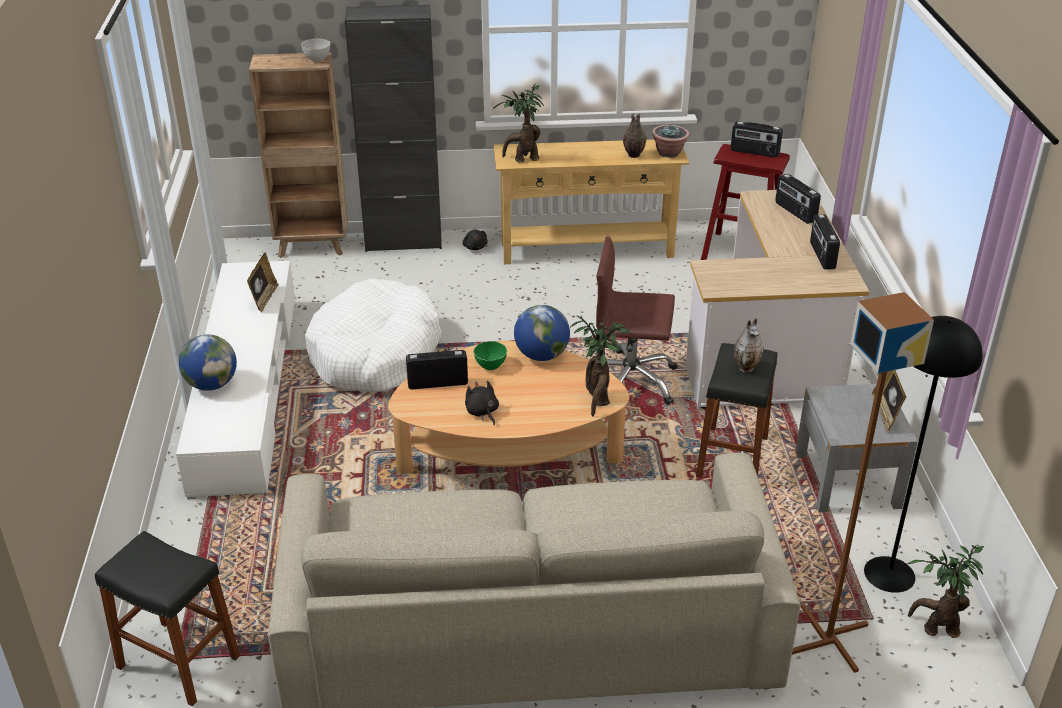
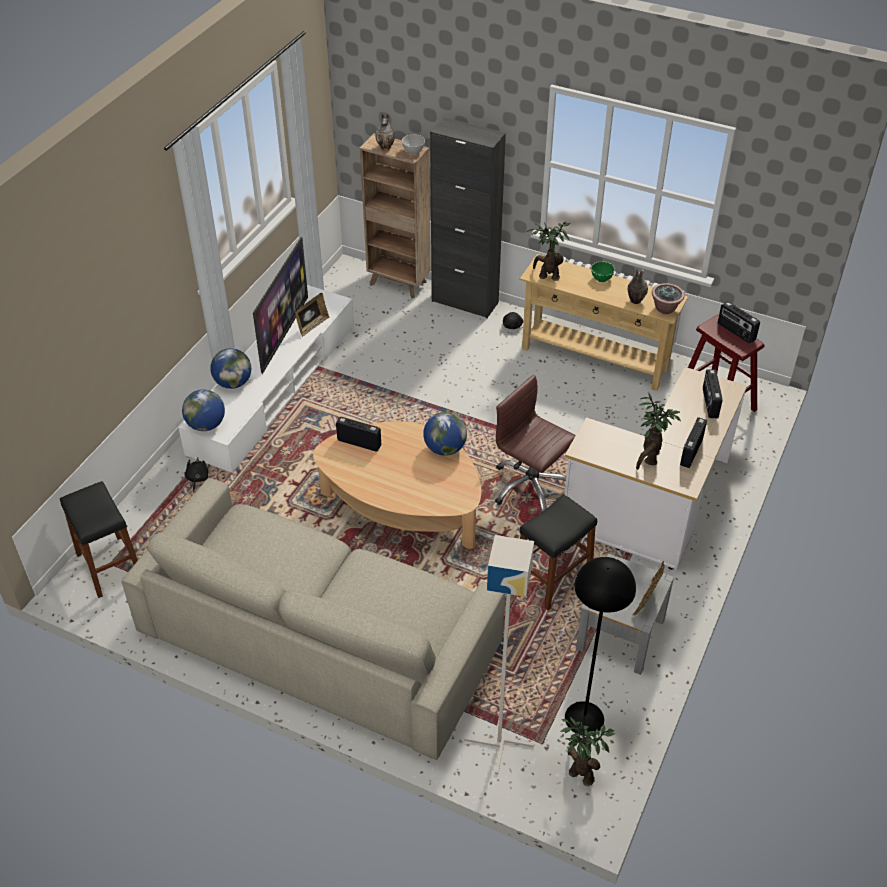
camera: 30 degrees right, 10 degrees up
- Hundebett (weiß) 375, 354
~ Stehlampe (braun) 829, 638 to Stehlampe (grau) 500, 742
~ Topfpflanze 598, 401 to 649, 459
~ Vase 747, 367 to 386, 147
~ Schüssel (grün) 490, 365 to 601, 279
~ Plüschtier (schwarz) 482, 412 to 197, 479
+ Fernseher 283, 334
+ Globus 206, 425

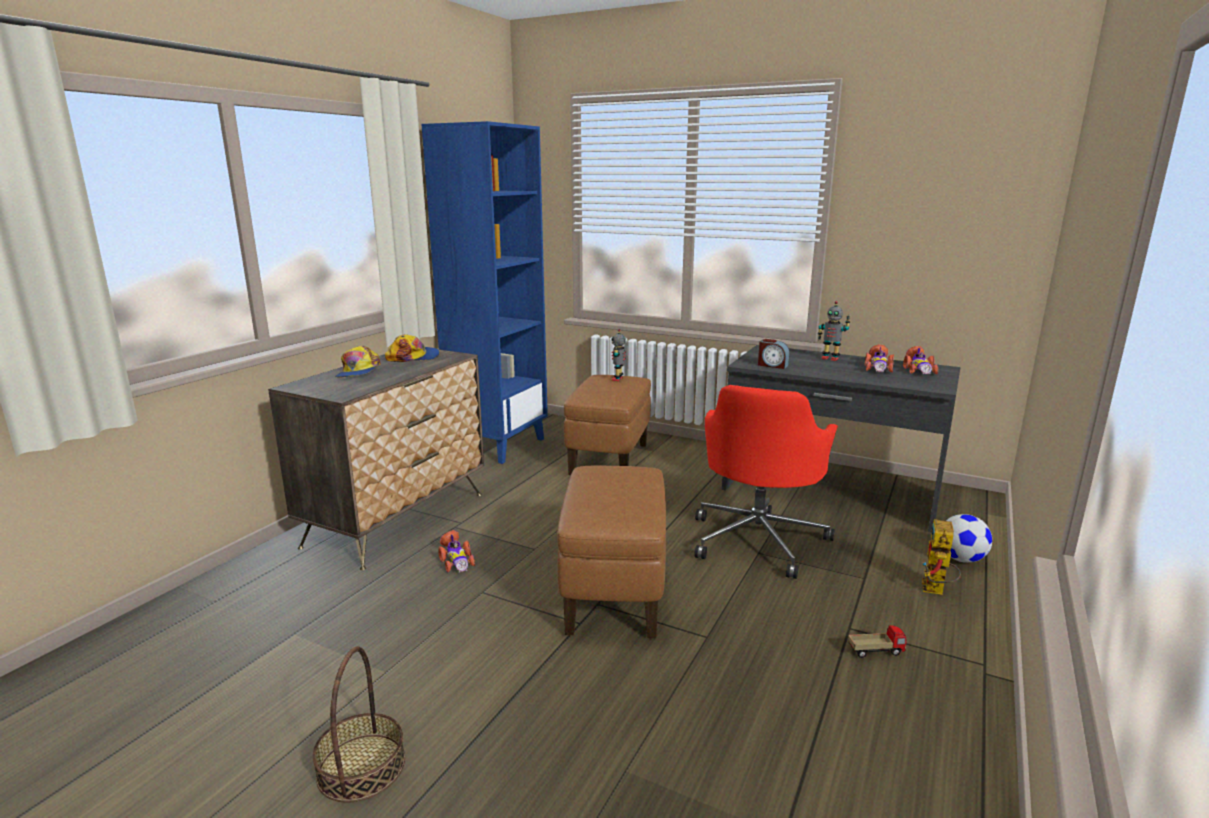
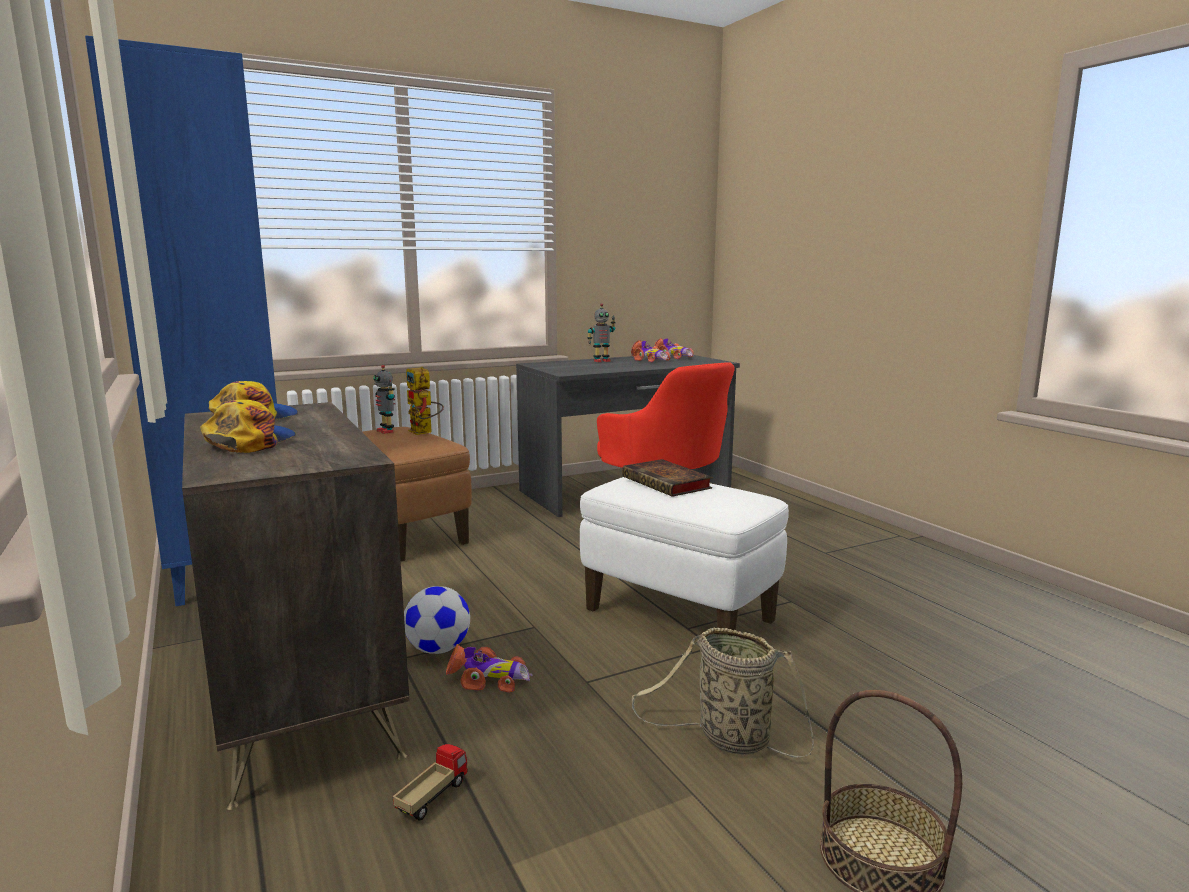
camera: 55 degrees left, 5 degrees down
- Wecker 772, 365
~ Kappe 358, 372 = 249, 442 120 degrees counterclockwise
~ Polsterhocker (braun) 614, 594 to Polsterhocker (weiß) 680, 616
~ Fußball 961, 559 to 438, 649
~ Spielzeugroboter 935, 591 to 425, 432
~ Spielzeuglaster 876, 651 to 432, 797
+ Buch 668, 483
+ Korb 728, 739

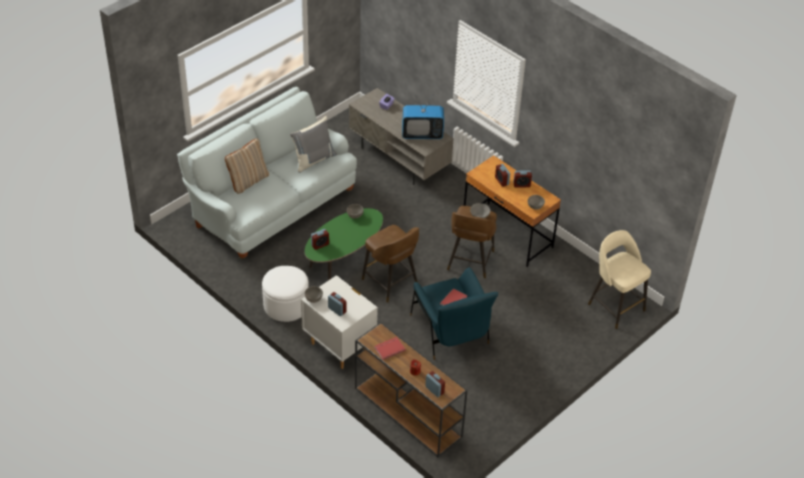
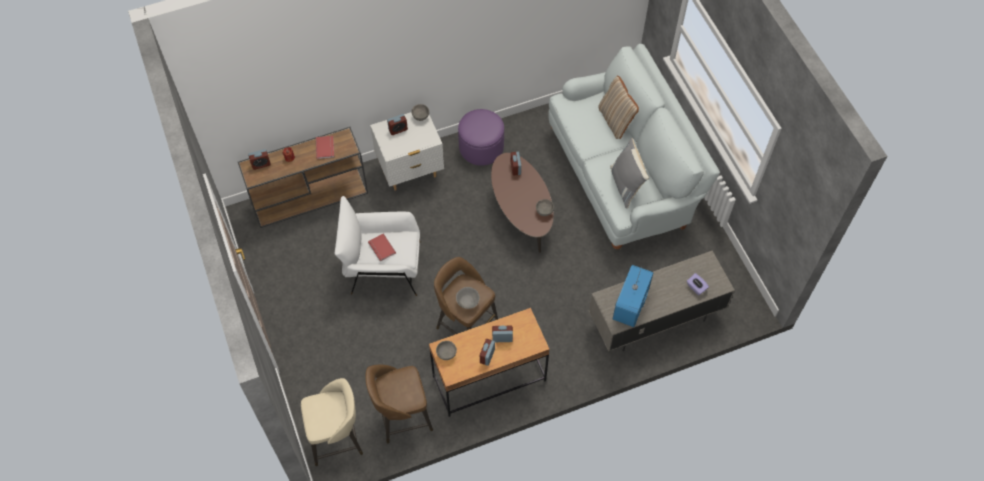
camera: 115 degrees right, 15 degrees up
~ Couchtisch (grün) 344, 258 to Couchtisch (braun) 521, 213
~ Hocker (braun) 391, 283 to 402, 416
~ Polsterhocker (weiß) 286, 305 to Polsterhocker (lila) 481, 147
~ Sessel (blau) 450, 331 to Sessel (weiß) 382, 267

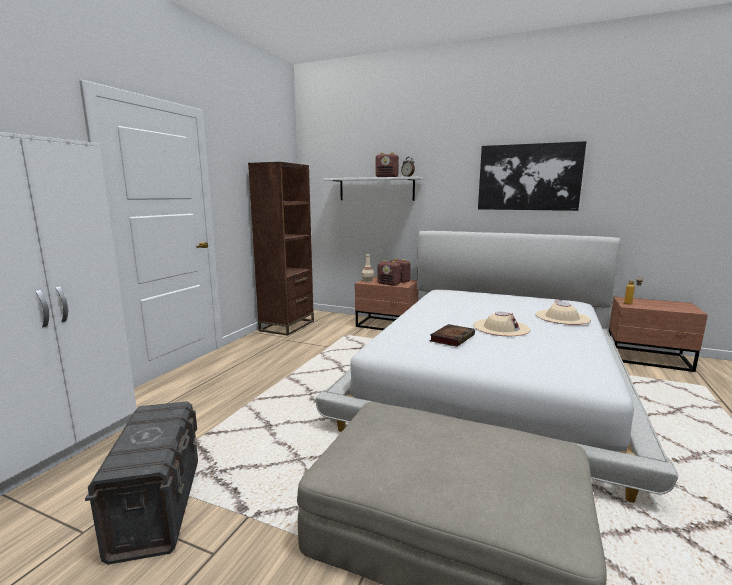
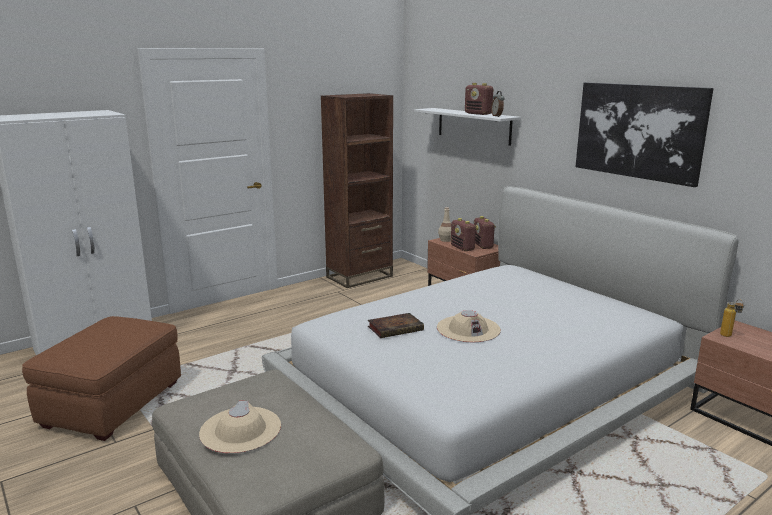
camera: 30 degrees right, 5 degrees up
~ Hut (beige) 562, 317 to 240, 430
~ Aufbewahrungsbox (grau) 158, 506 to Polsterhocker (braun) 114, 403

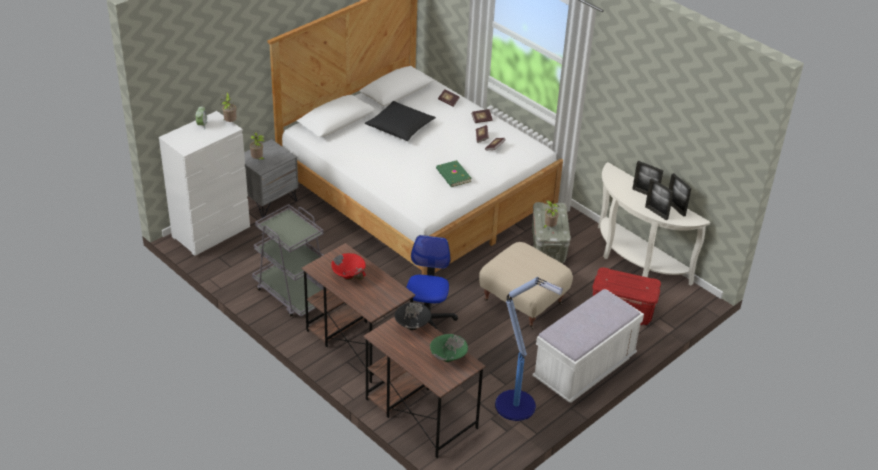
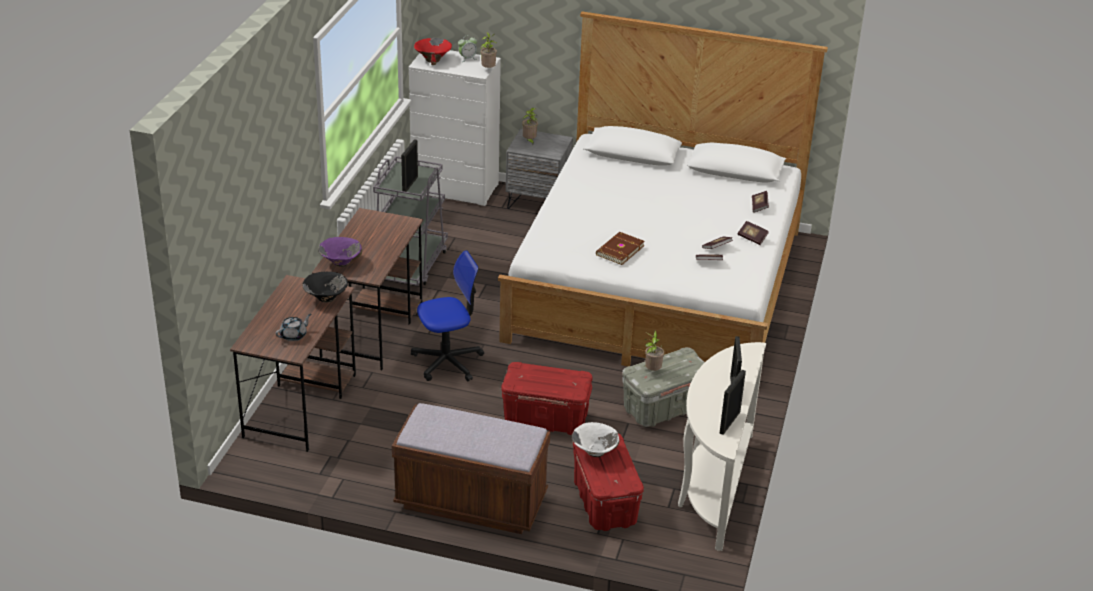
camera: 60 degrees right, 5 degrees down
- Kissen (schwarz) 400, 127
~ Buch (grün) 453, 175 to Buch (braun) 619, 250
~ Bilderrahmen 656, 213 to 410, 184
~ Polsterhocker (beige) 523, 302 to Aufbewahrungsbox (rot) 545, 419
~ Schüssel (rot) 348, 275 to 433, 60
- Stehlampe 517, 406
~ Bank (weiß) 584, 368 to Bank (braun) 471, 502
~ Schüssel (grün) 448, 358 to Teekanne (grau) 294, 335
+ Schüssel (lila) 341, 263
+ Schüssel (weiß) 595, 452

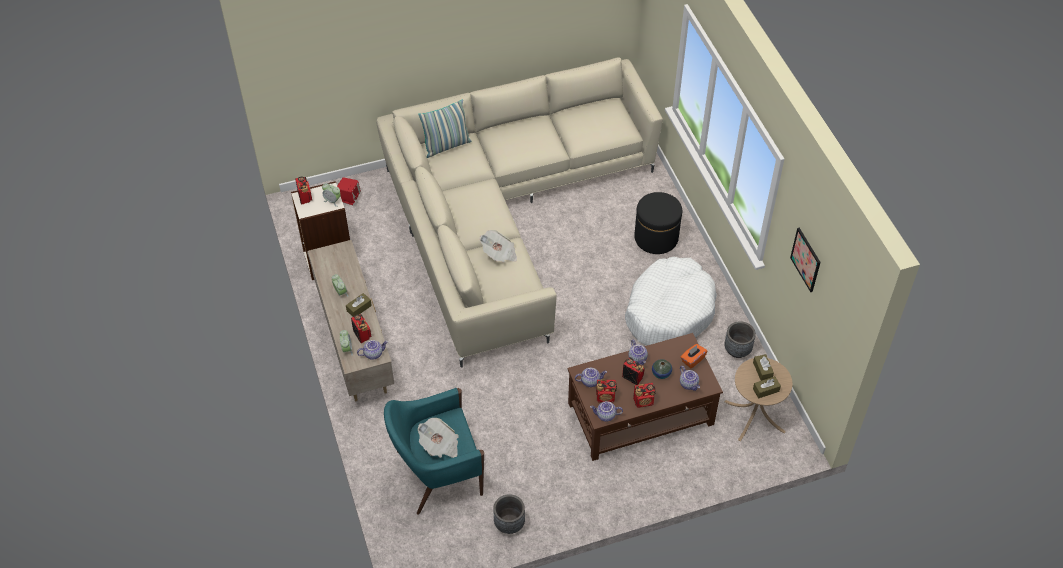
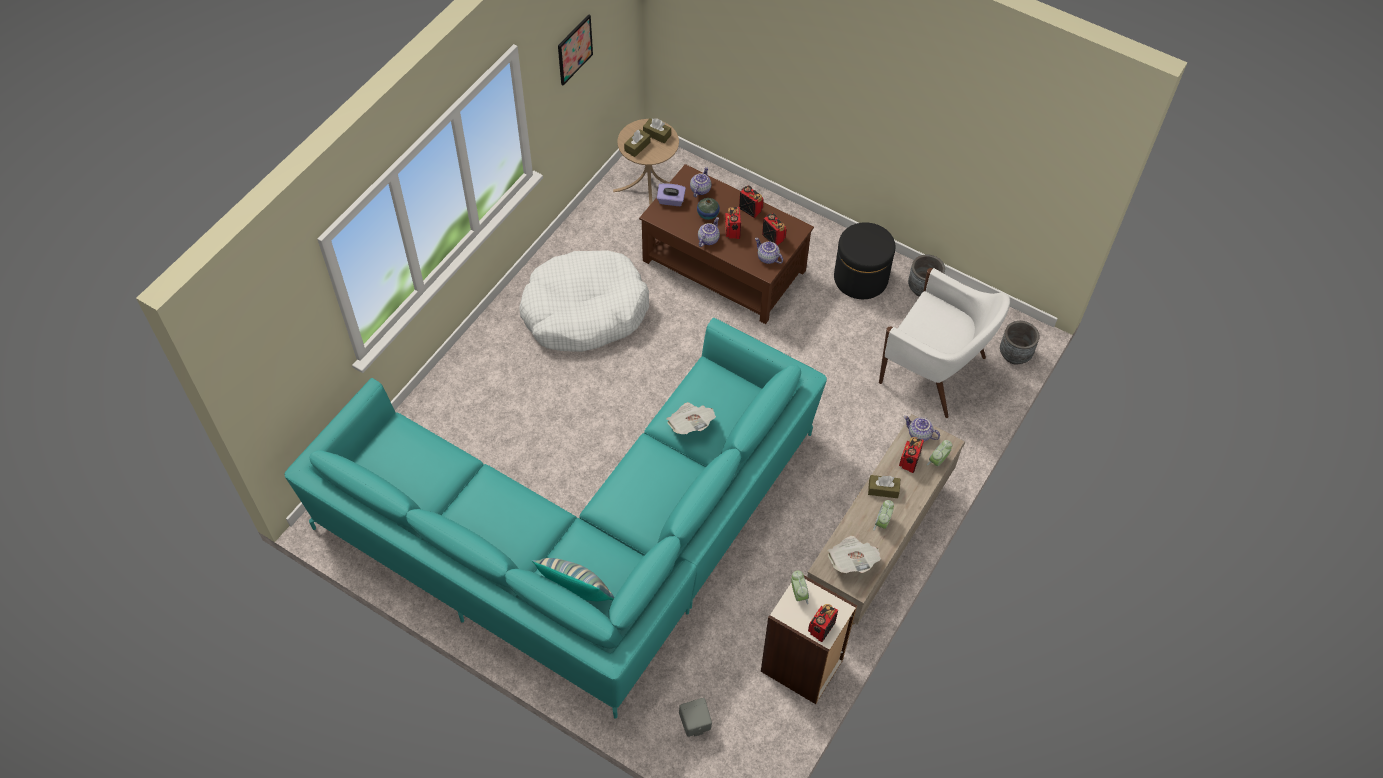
camera: 130 degrees left, 5 degrees up
~ Sofa (beige) 504, 215 to Sofa (türkis) 580, 537
~ Lautsprecher (rot) 349, 198 to Lautsprecher (grau) 695, 724
~ Polsterhocker (schwarz) 656, 238 to 860, 278
~ Pflanzkübel (grau) 737, 350 to 1015, 355
~ Taschentuchbox (orange) 692, 360 to Taschentuchbox (lila) 671, 201
~ Sessel (türkis) 437, 473 to Sessel (weiß) 934, 371
- Teekanne 605, 416
~ Zeitung 440, 445 to 852, 560

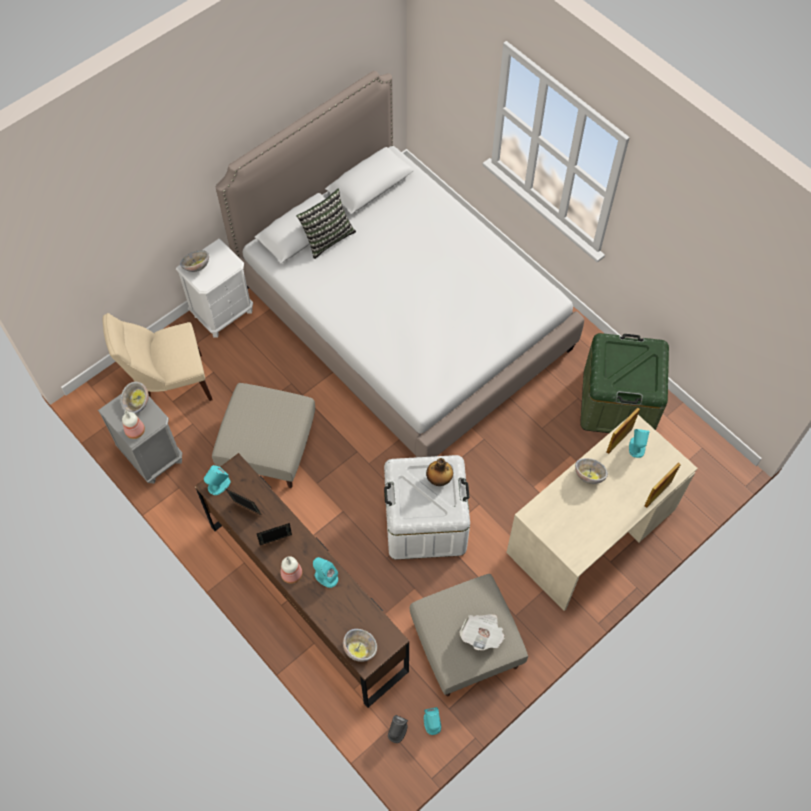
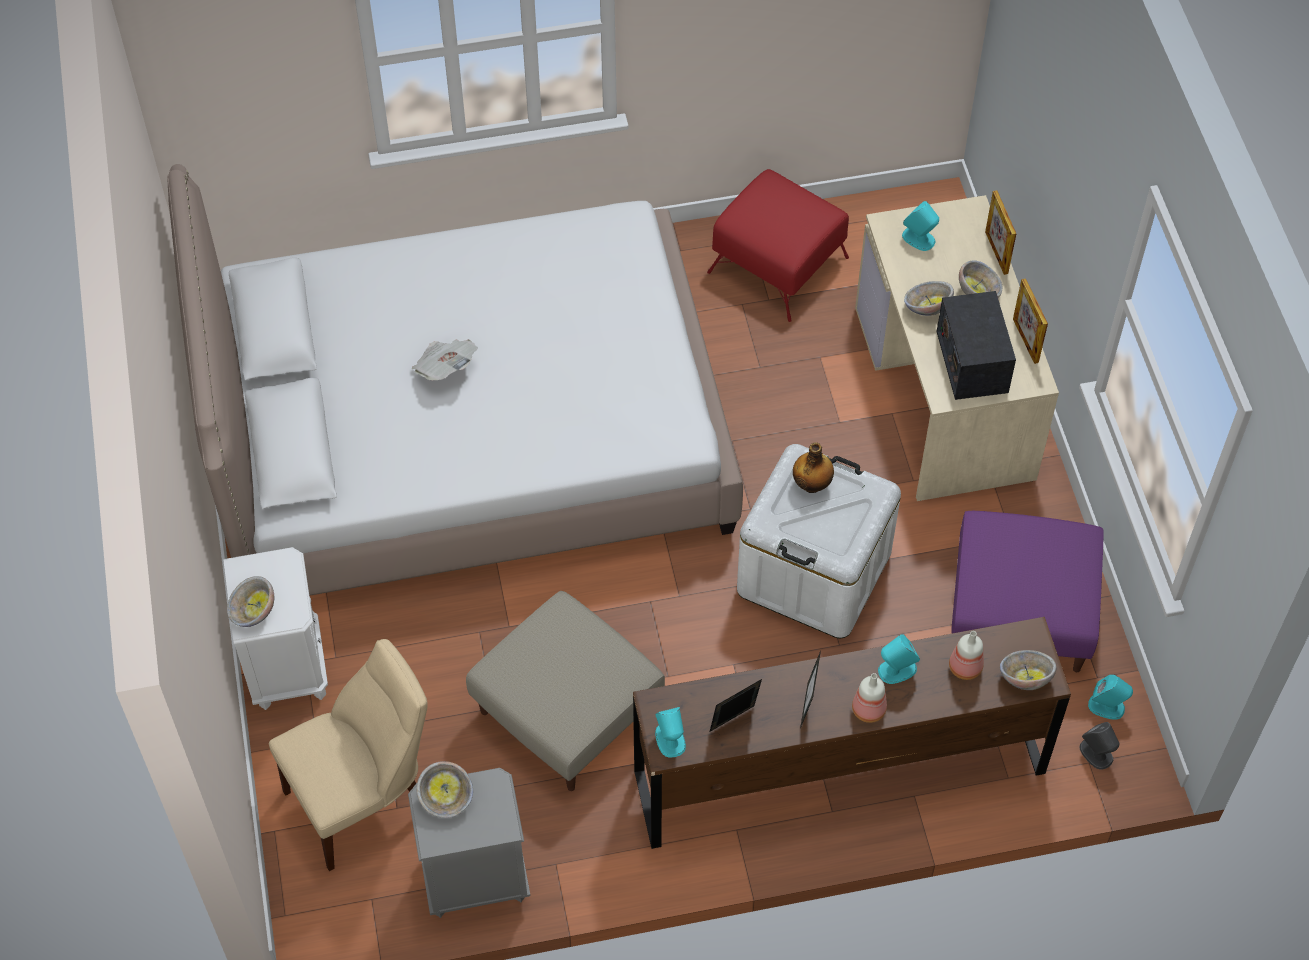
camera: 60 degrees left, 5 degrees down
- Kissen 327, 237
~ Stuhl (beige) 170, 385 = 366, 799 135 degrees counterclockwise
~ Aufbewahrungsbox (grün) 618, 403 to Polsterhocker (rot) 778, 265
~ Bilderrahmen 619, 440 to 1025, 340
~ Flasche 135, 430 to 964, 666
~ Polsterhocker (beige) 465, 644 to Polsterhocker (lila) 1018, 614
~ Zeitung 482, 634 to 445, 368
+ Schüssel 978, 292
+ Radio 972, 361

